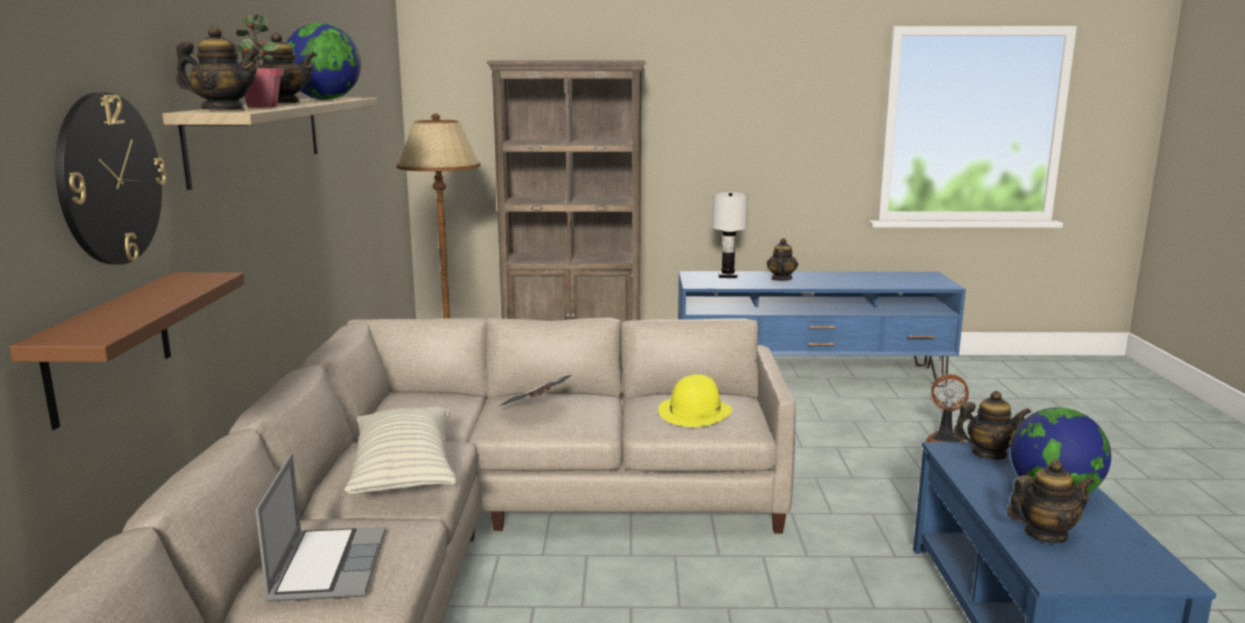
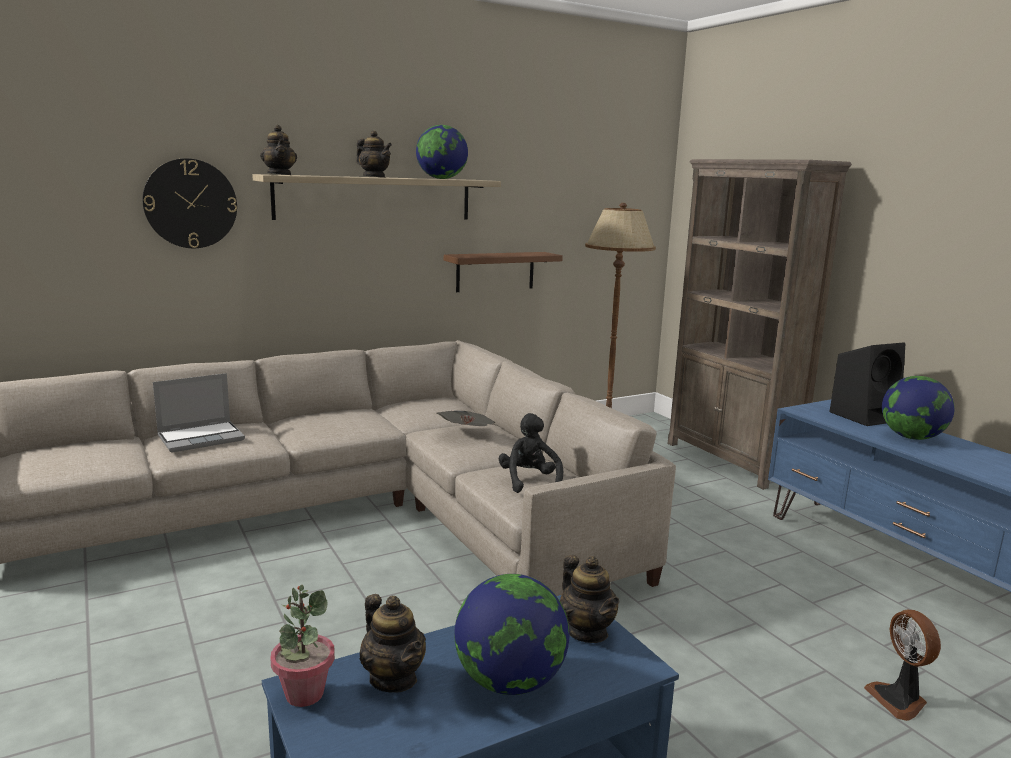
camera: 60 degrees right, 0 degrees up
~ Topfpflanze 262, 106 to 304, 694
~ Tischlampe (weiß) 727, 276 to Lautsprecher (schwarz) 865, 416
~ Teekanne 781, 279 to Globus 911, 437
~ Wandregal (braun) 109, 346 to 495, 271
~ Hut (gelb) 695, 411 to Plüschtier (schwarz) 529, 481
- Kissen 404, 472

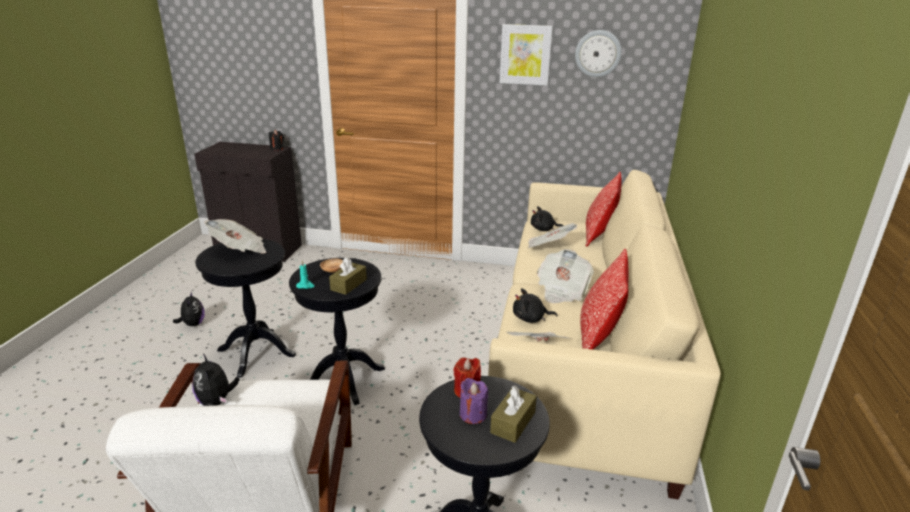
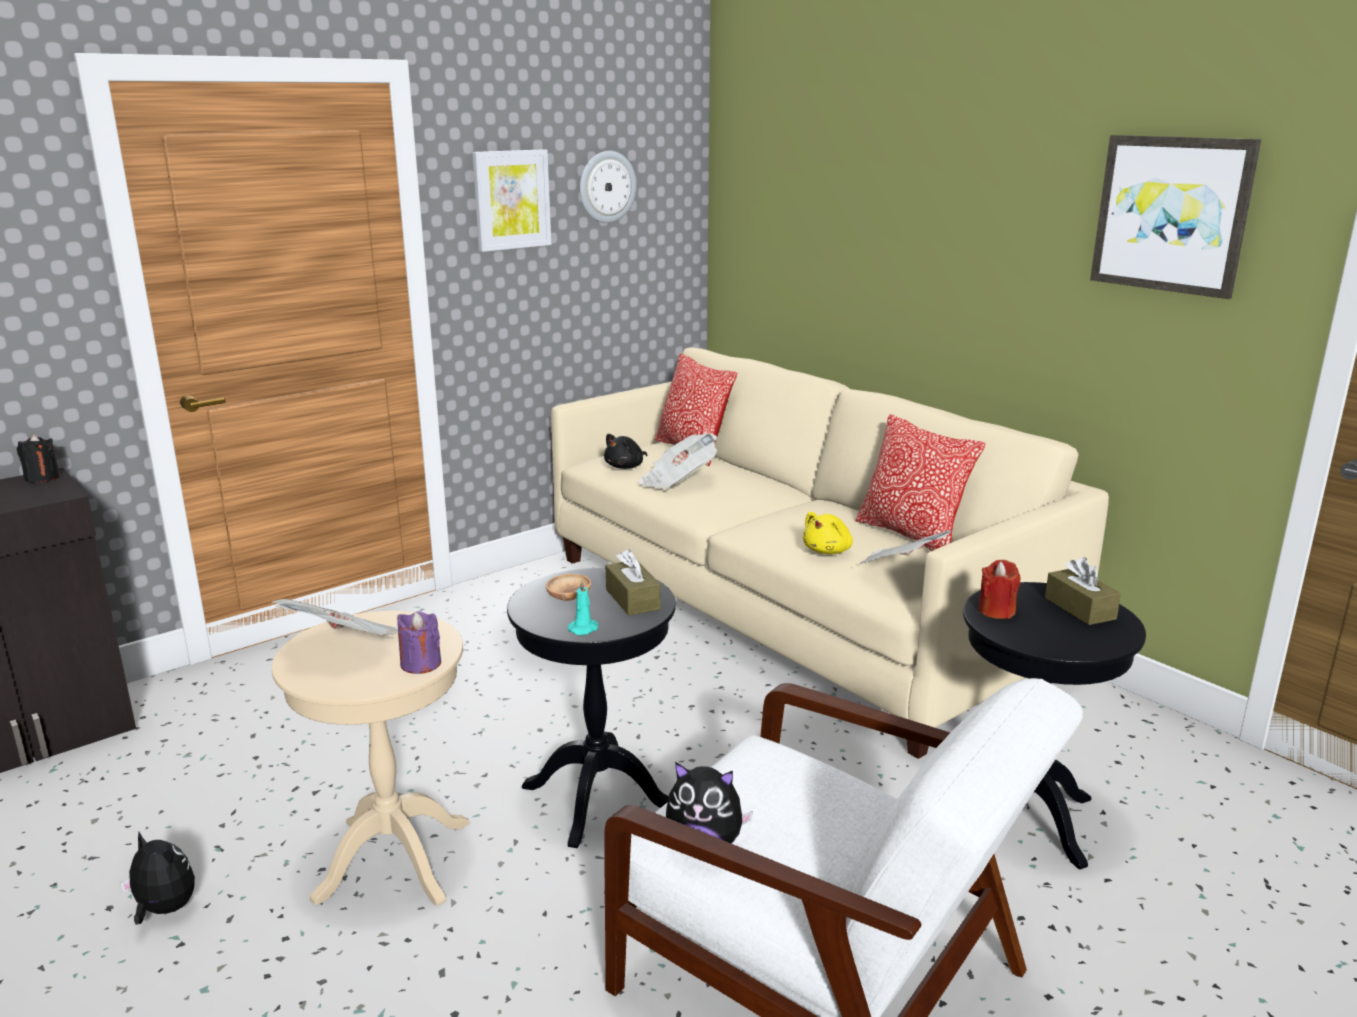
camera: 50 degrees left, 5 degrees down
~ Beistelltisch (schwarz) 256, 353 to Beistelltisch (beige) 394, 860
- Zeitung 562, 290
~ Plüschtier (schwarz) 530, 319 to Plüschtier (gelb) 828, 551
~ Kerze (lila) 473, 414 to 421, 664
+ Bild 1172, 214

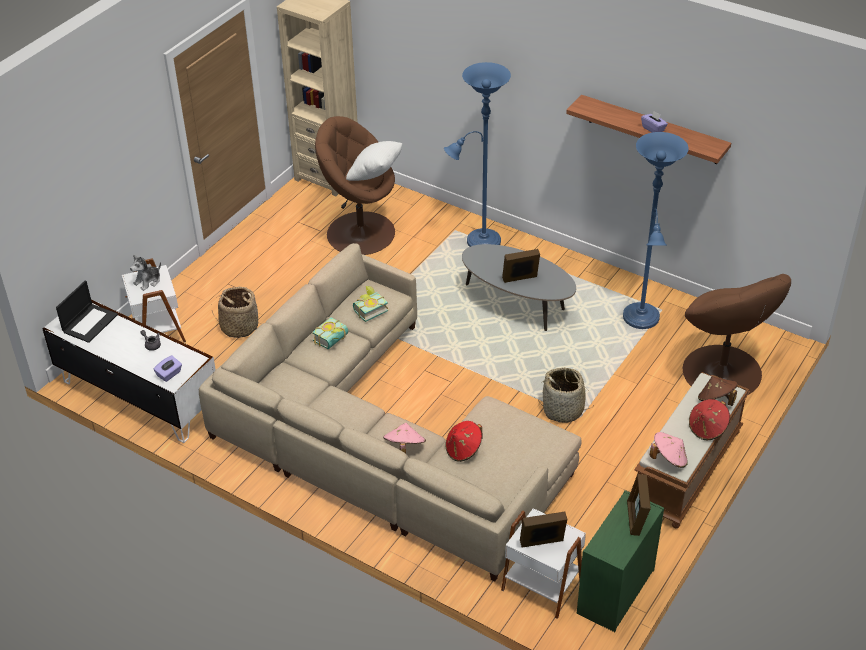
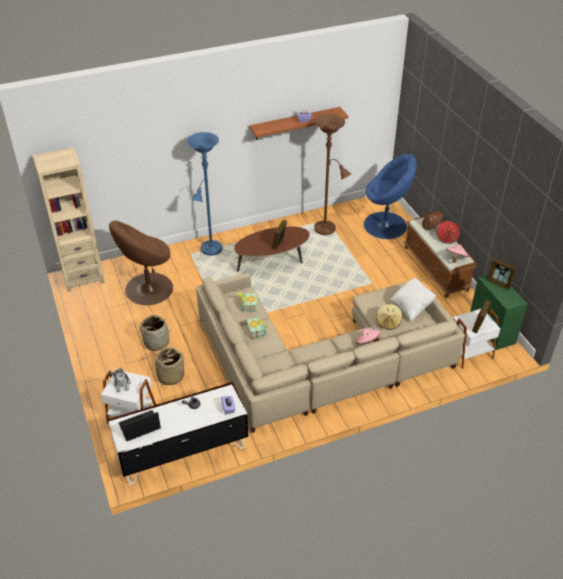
camera: 55 degrees left, 0 degrees up
~ Stehlampe (blau) 641, 320 to Stehlampe (braun) 327, 229
~ Kissen (weiß) 375, 175 to 411, 307
~ Couchtisch (grau) 516, 305 to Couchtisch (braun) 272, 262
~ Sessel (braun) 722, 372 to Sessel (blau) 386, 225
~ Laptop 90, 323 = 139, 426 90 degrees counterclockwise
~ Korb 563, 410 to 157, 342
~ Hut (rot) 463, 450 to Hut (beige) 388, 322

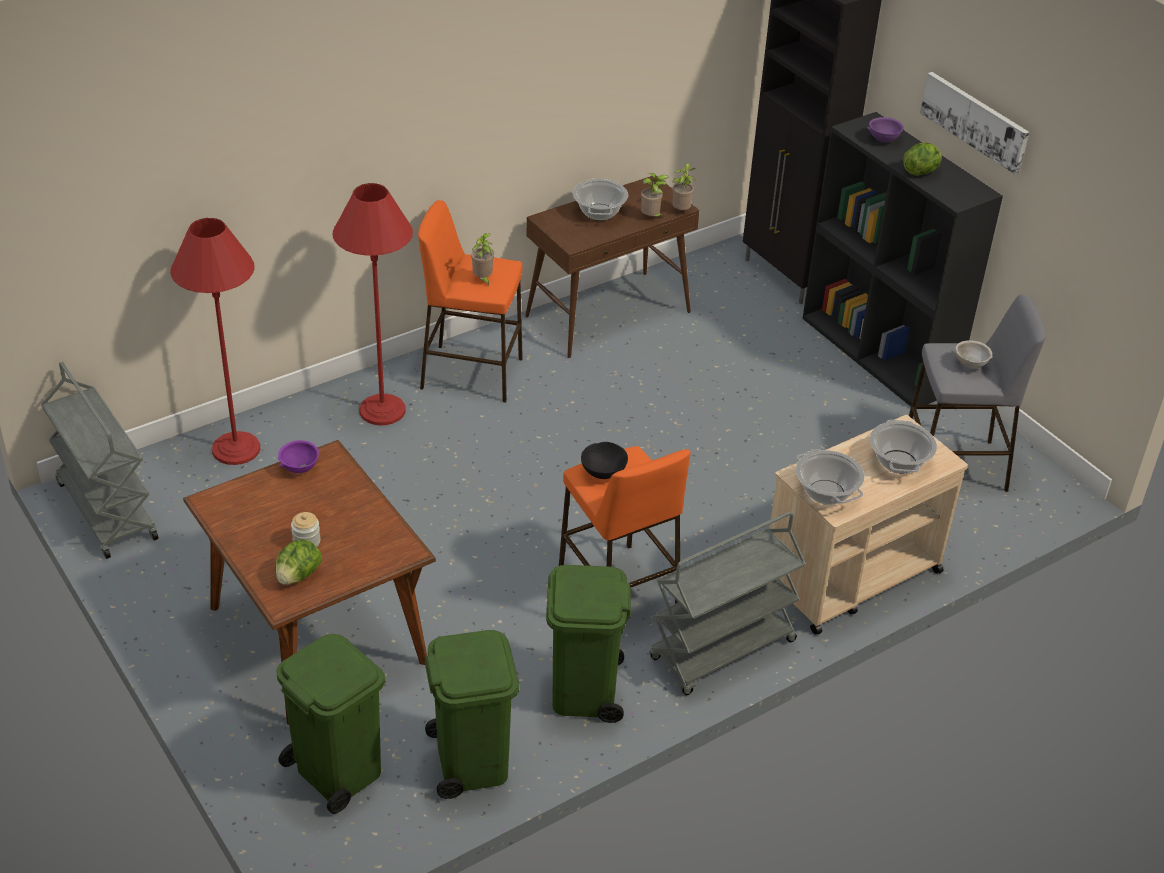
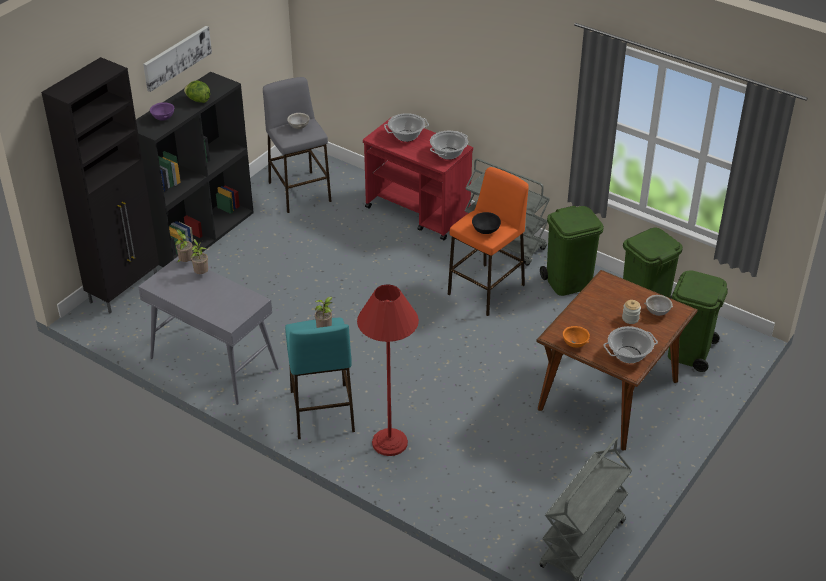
camera: 110 degrees left, 0 degrees up
~ Konsolentisch (braun) 608, 314 to Konsolentisch (grau) 213, 363
~ Kochtopf 599, 212 to 629, 355
~ Hocker (orange) 471, 373 to Hocker (türkis) 322, 411
- Stehlampe (rot) 236, 449
~ Rollwagen (beige) 850, 577 to Rollwagen (rot) 418, 212
~ Schüssel (lila) 300, 468 to Schüssel (orange) 575, 344
~ Salatkopf 298, 576 to Schüssel (grau) 657, 312

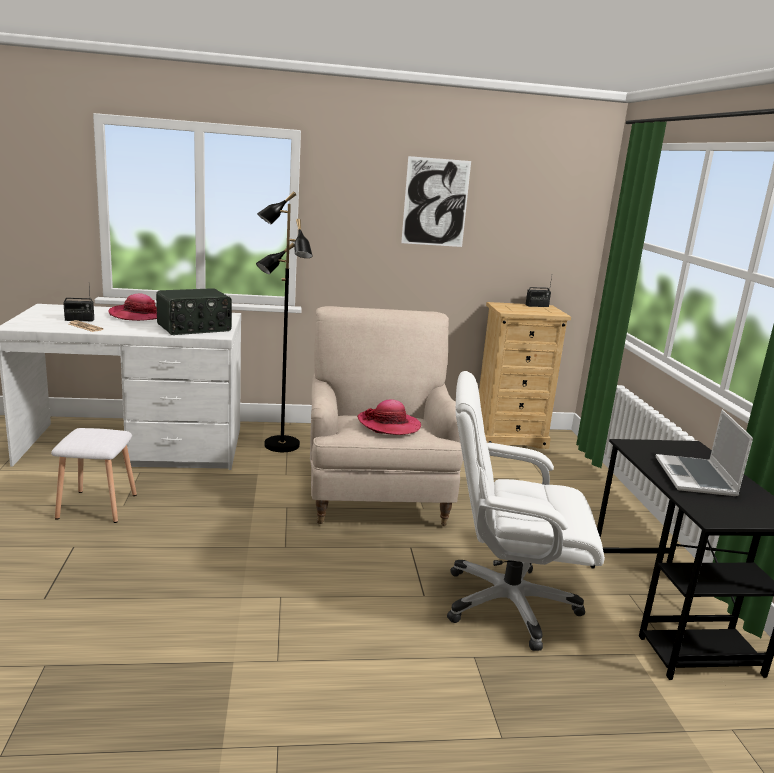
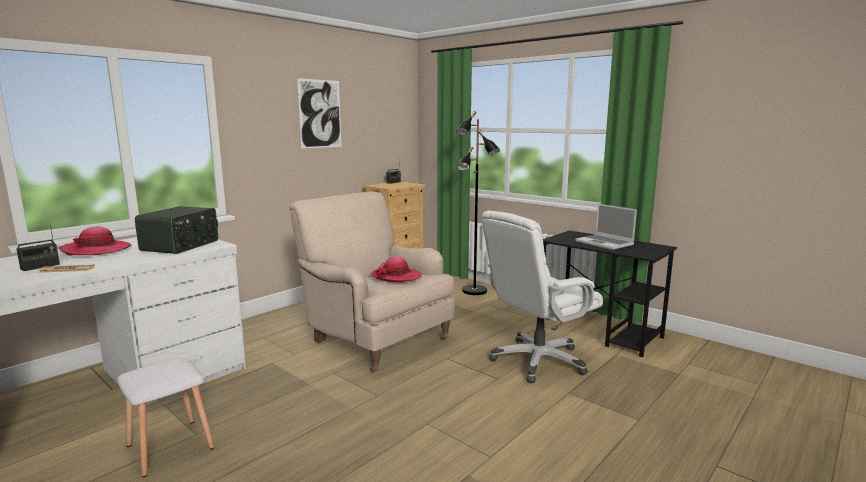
camera: 40 degrees left, 5 degrees down
~ Stehlampe (schwarz) 281, 445 to 474, 291

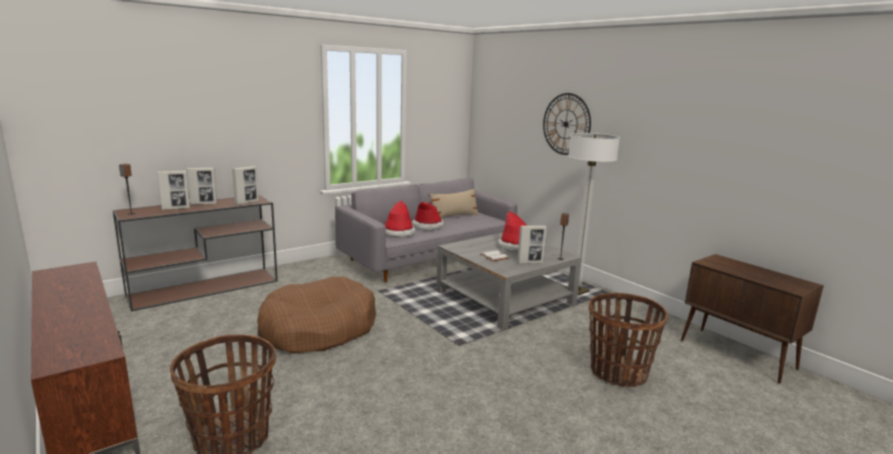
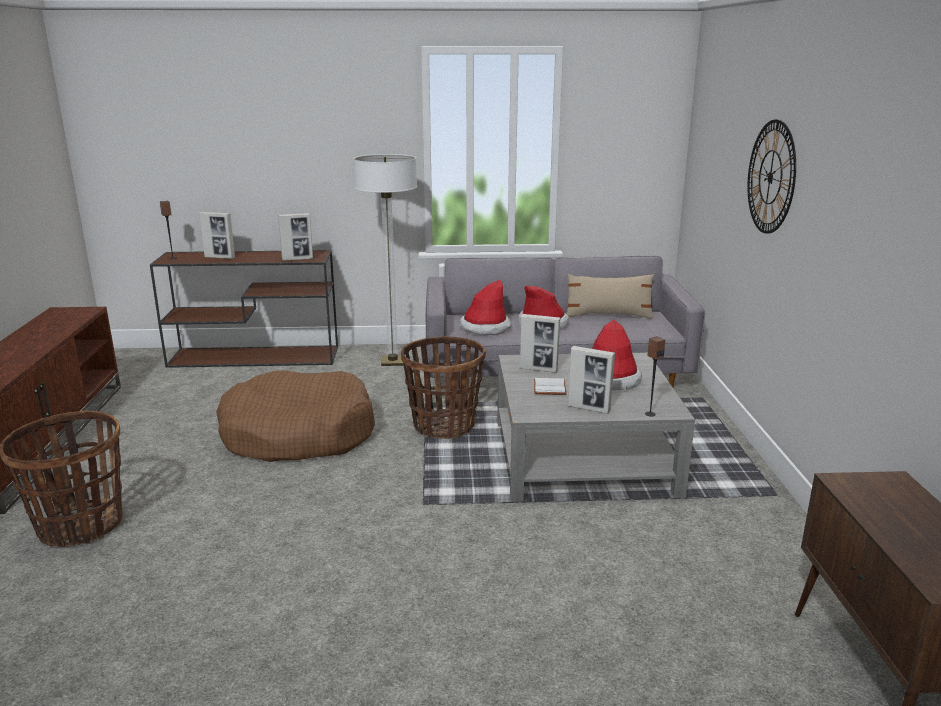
camera: 35 degrees right, 5 degrees up
~ Stehlampe 576, 291 to 393, 362
~ Bilderrahmen 204, 204 to 538, 369
~ Korb 617, 373 to 443, 425

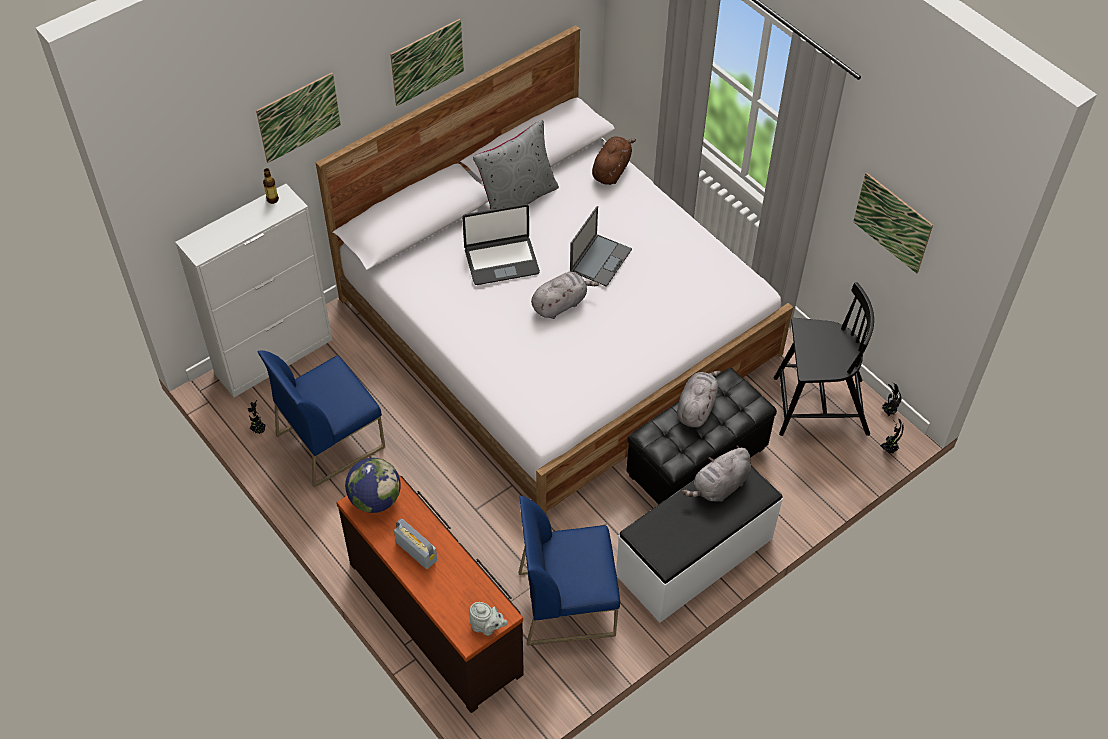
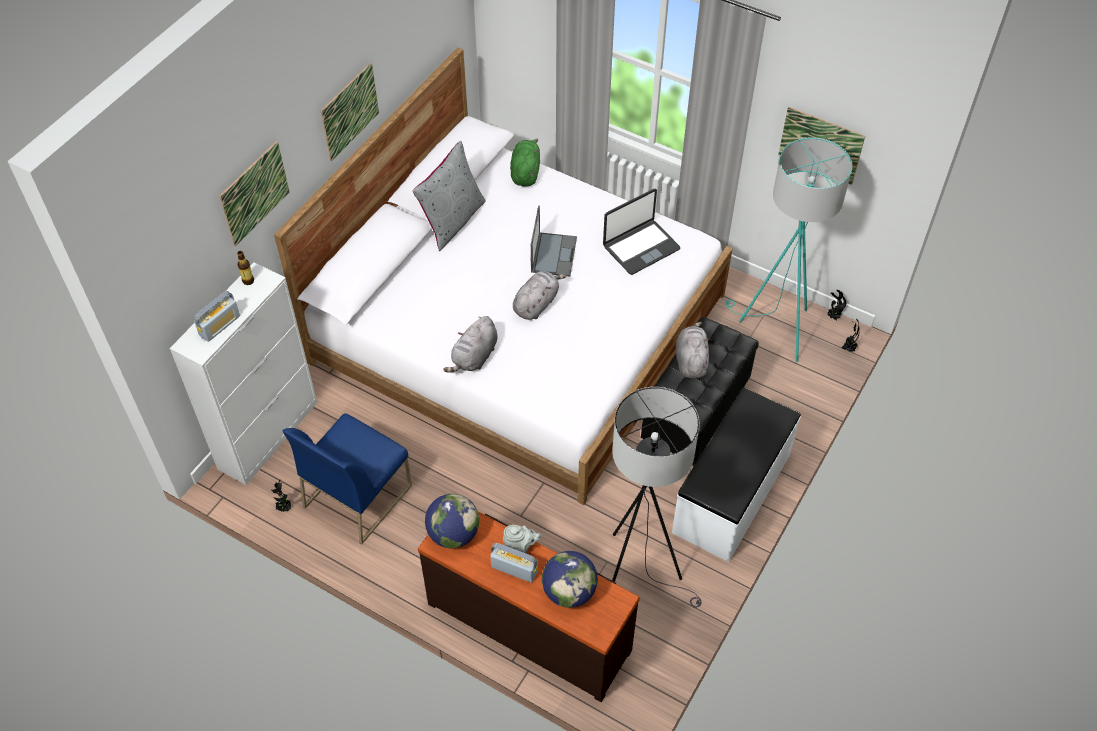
camera: 20 degrees left, 0 degrees up
~ Plüschtier (braun) 611, 170 to Plüschtier (grün) 525, 172
~ Laptop 501, 260 to 640, 247
~ Stuhl (schwarz) 818, 406 to Stehlampe (türkis) 774, 330
~ Plüschtier (grau) 719, 487 to 474, 357
~ Stuhl (blau) 567, 603 to Stehlampe (grau) 640, 572
~ Teekanne (grau) 487, 627 to 520, 547
+ Radio 220, 325
+ Globus 569, 591

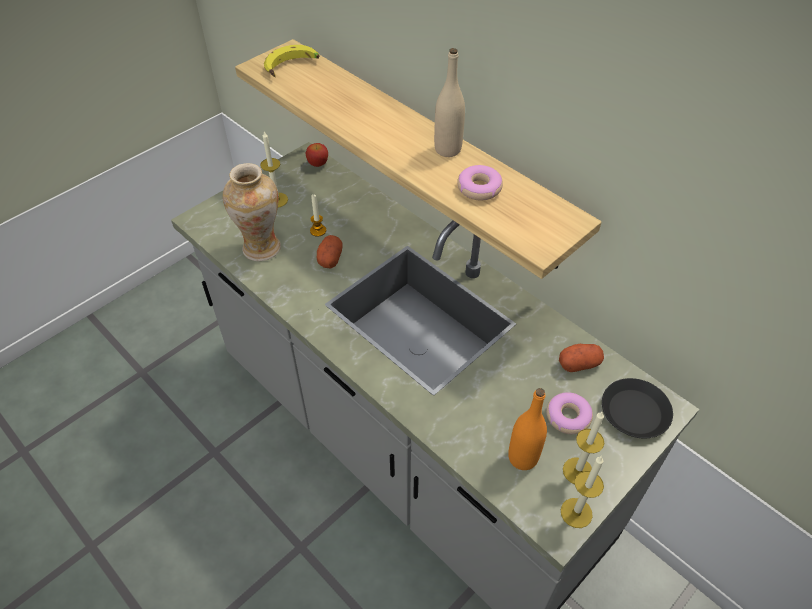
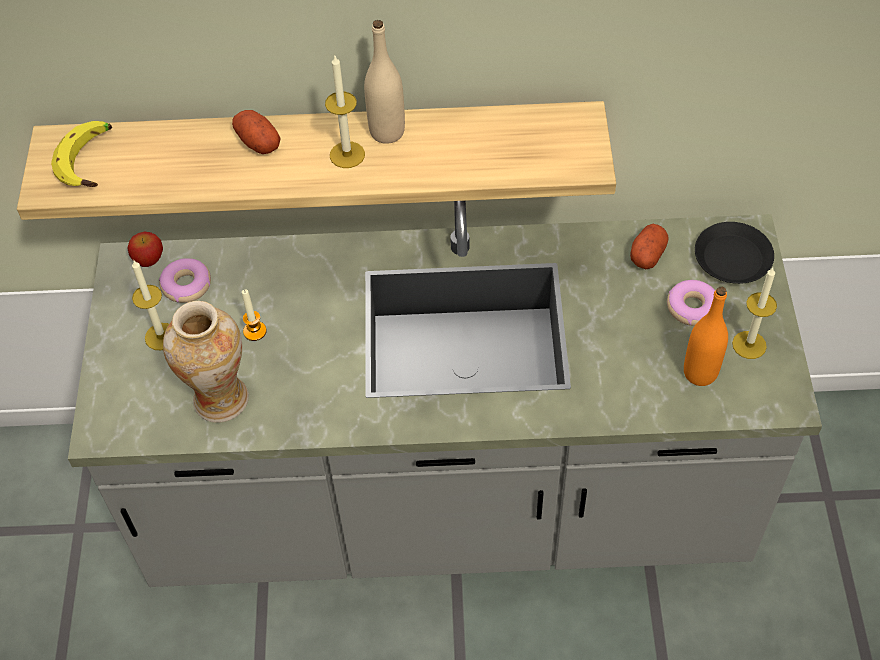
camera: 45 degrees left, 5 degrees up
~ Donut 479, 188 to 186, 285
~ Kartoffel 330, 258 to 258, 142
~ Kerze 576, 513 to 347, 155

